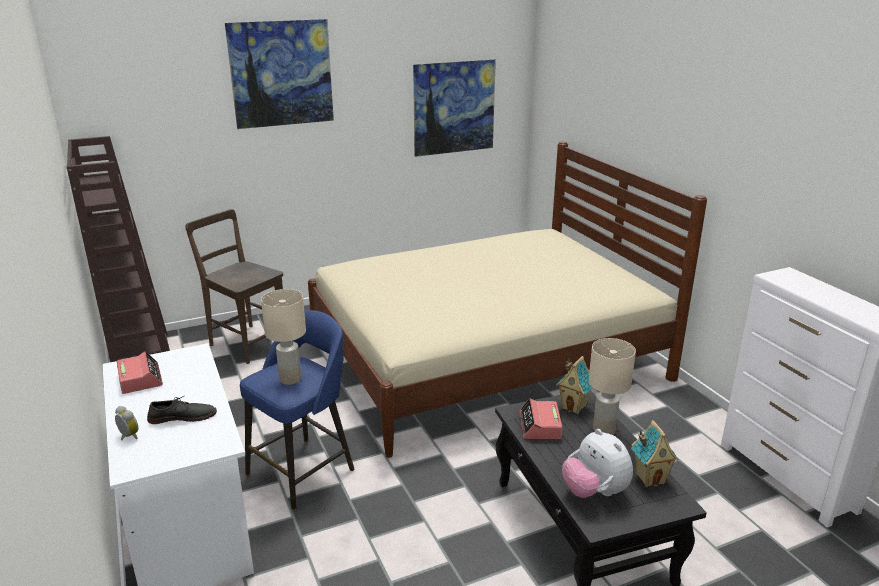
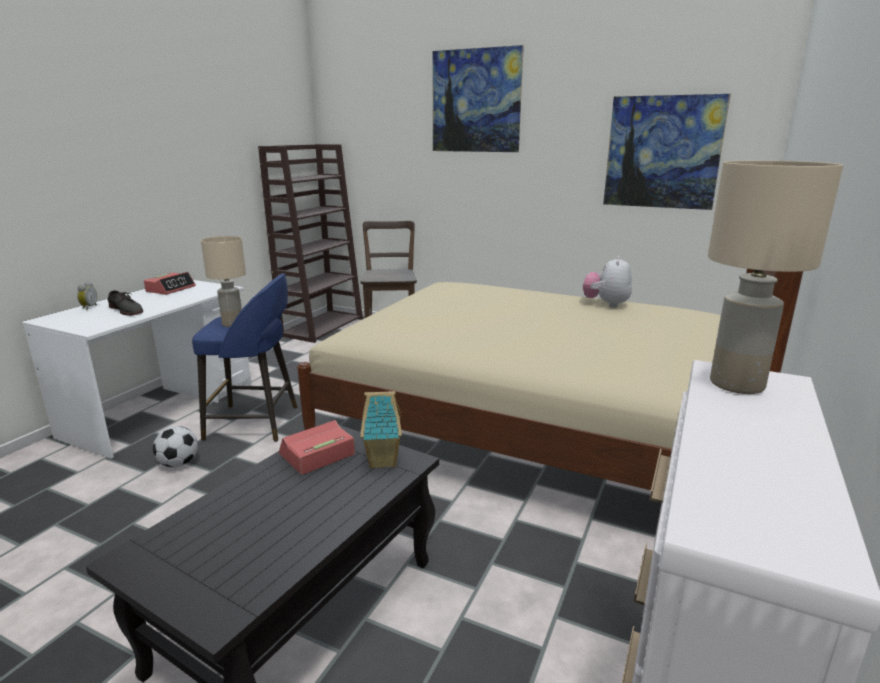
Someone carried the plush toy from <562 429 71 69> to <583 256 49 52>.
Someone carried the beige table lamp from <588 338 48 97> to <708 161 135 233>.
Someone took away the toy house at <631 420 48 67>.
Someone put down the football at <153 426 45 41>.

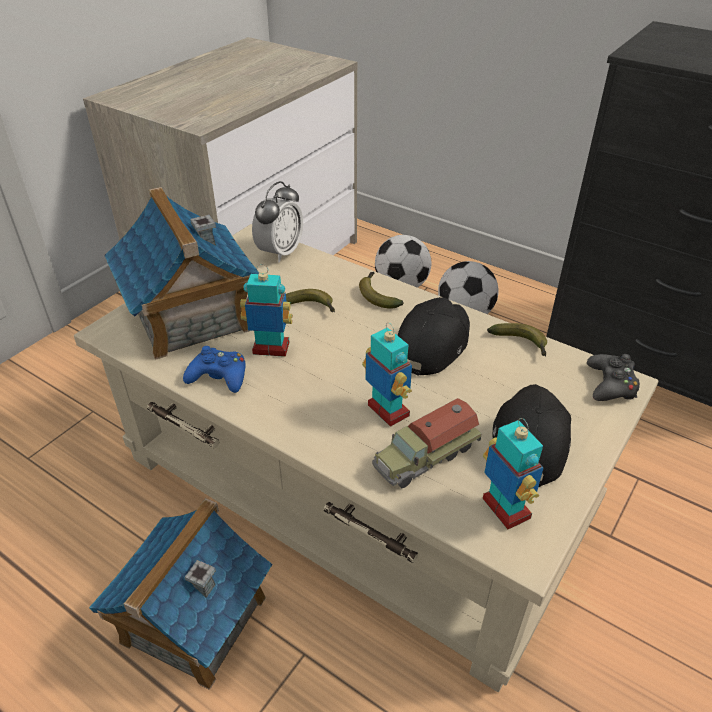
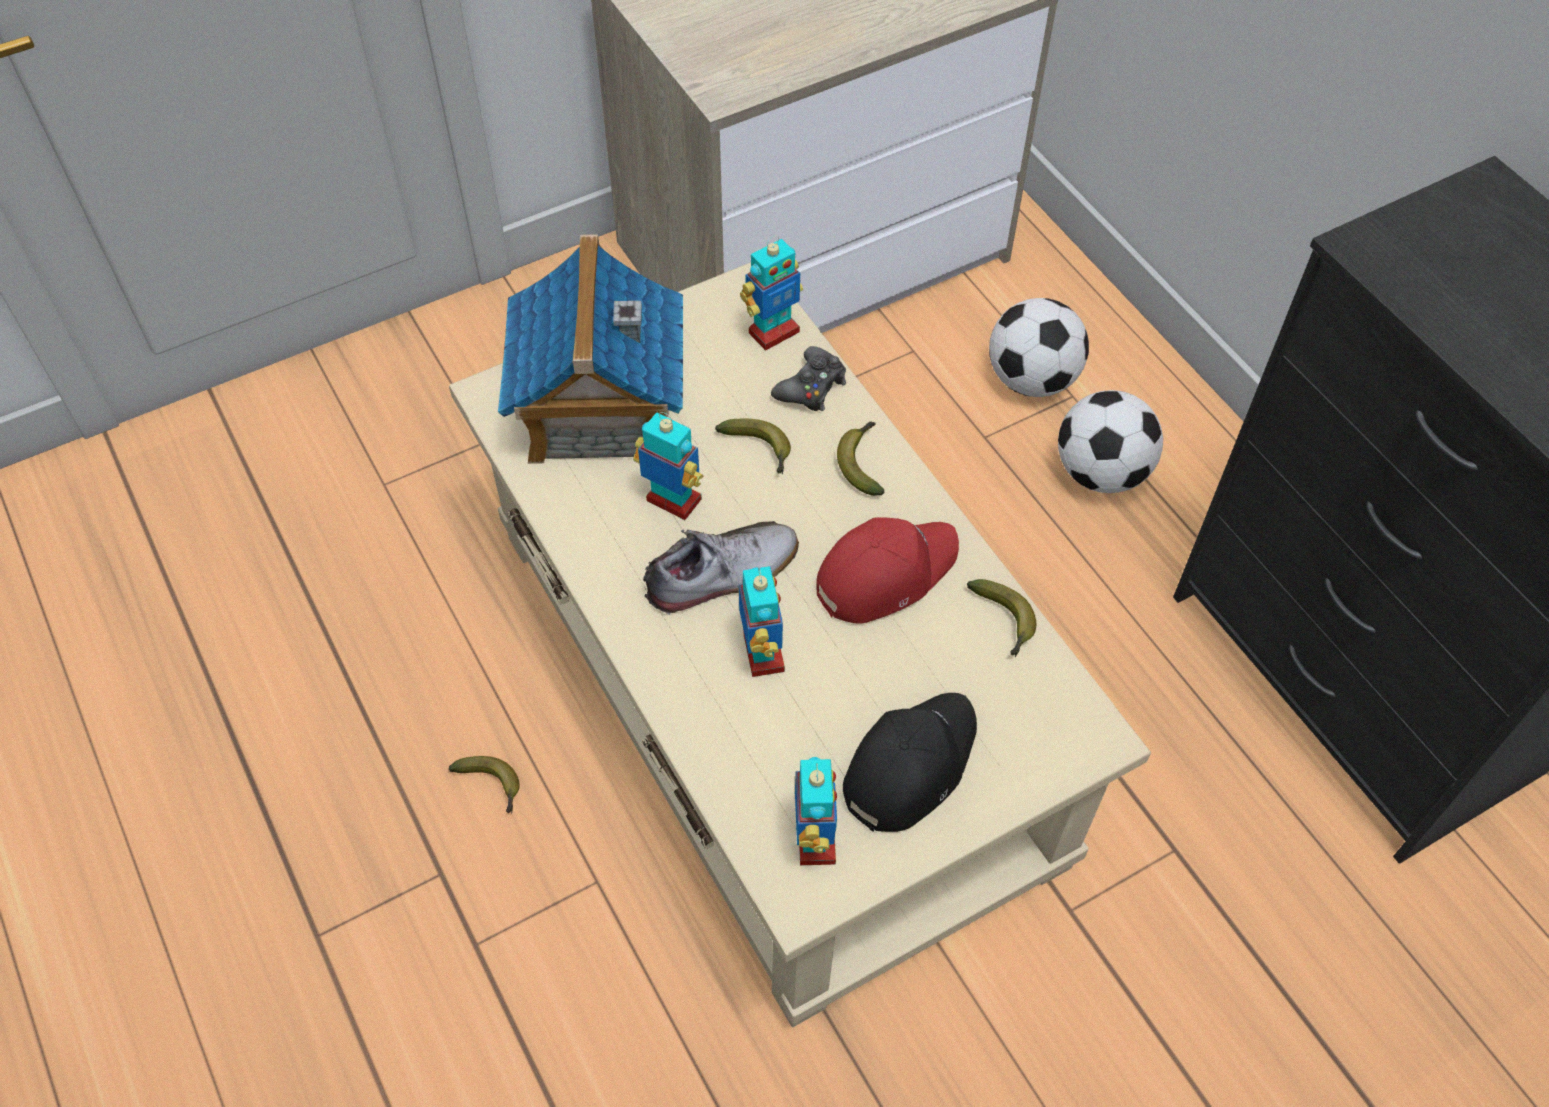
Someone swapped the toy house at <89 498 183 192> for the banana at <448 756 72 57>.
Someone took away the blue game controller at <183 346 63 47>.
Someone swapped the alarm clock at <252 181 51 82> for the toy robot at <740 236 63 115>.
Someone took away the toy truck at <372 398 110 90>.
Someone repainted the black cap at <398 297 72 79>, which became the red cap at <816 517 143 107>.
Someone carried the black game controller from <587 354 53 47> to <771 346 75 65>.
Someone put down the shoe at <643 521 156 93>.

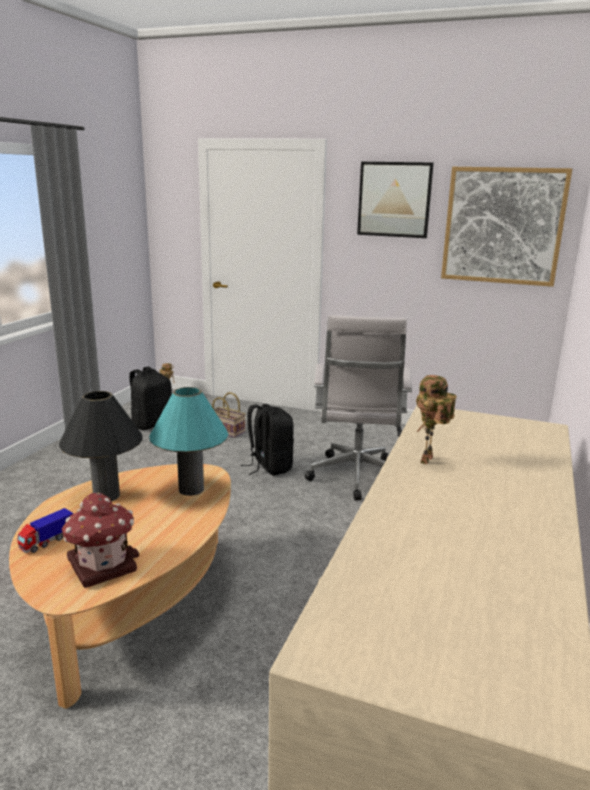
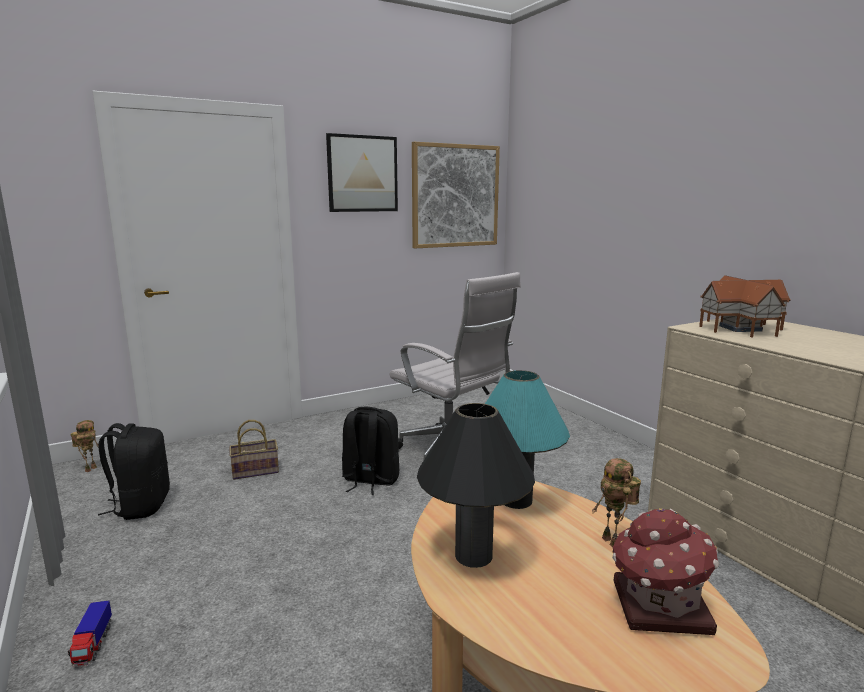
Someone carried the toy truck from <18 508 55 45> to <68 601 44 66>.
Someone carried the toy robot from <416 375 41 89> to <592 458 49 90>.
Someone put down the toy house at <699 275 92 62>.

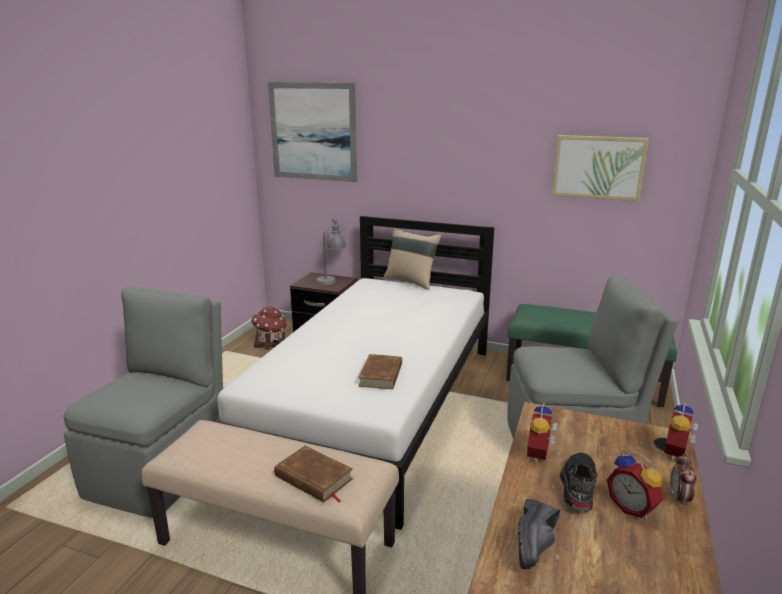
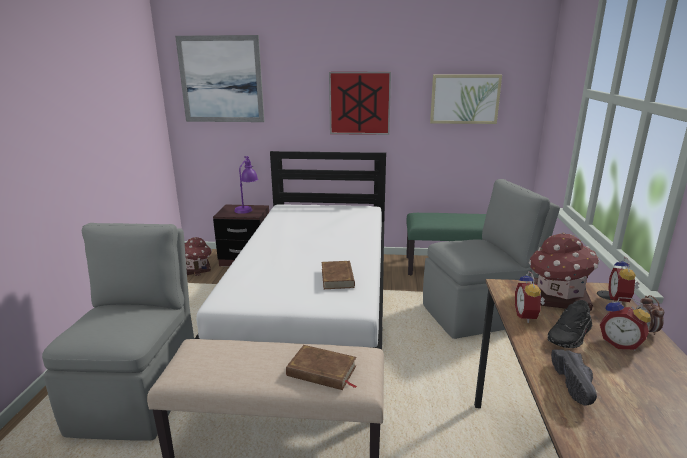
Someone repainted the grey table lamp at <316 220 30 65>, which became the purple table lamp at <234 156 24 58>.
Someone took away the beige pillow at <383 228 59 62>.
Someone rotated the black shoe at <560 453 37 59> by 135 degrees counterclockwise.
Someone put up the picture at <329 72 62 63>.
Someone put down the toy house at <529 232 71 79>.

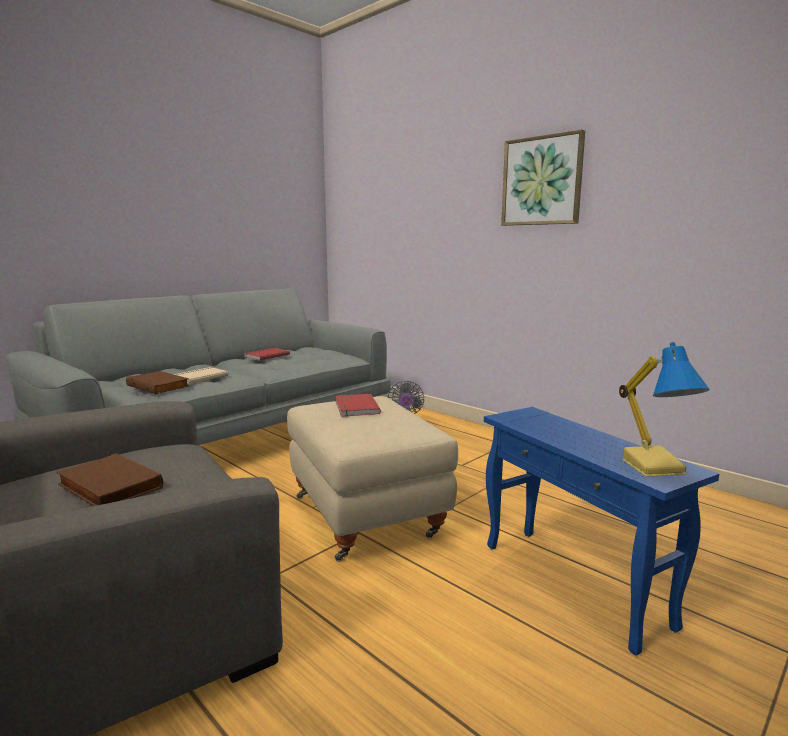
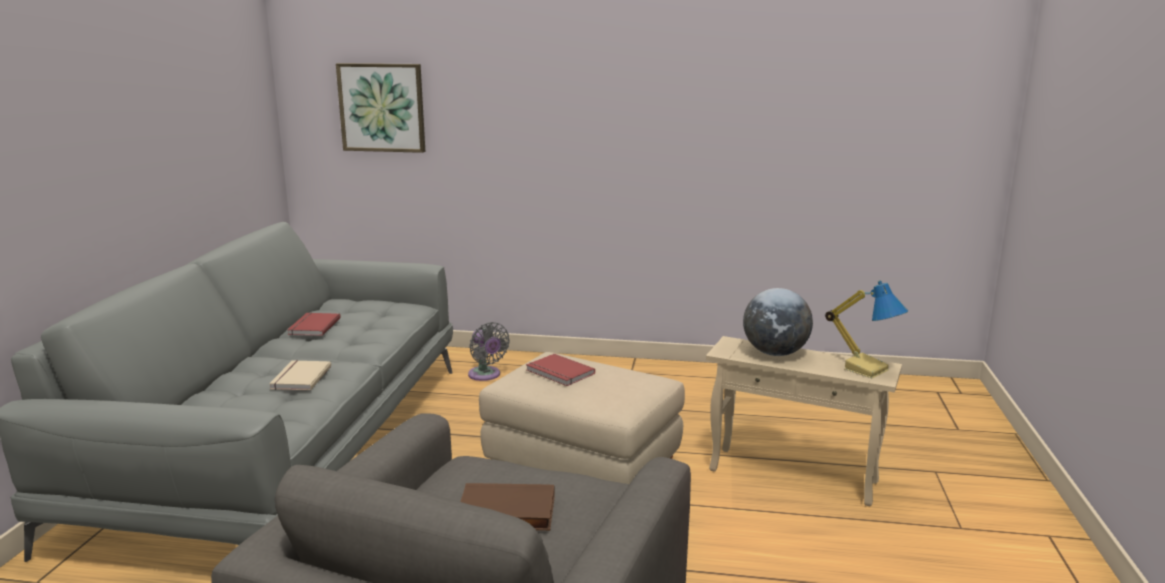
Someone took away the brown book at <126 371 63 23>.
Someone repainted the blue side table at <484 407 235 249>, which became the beige side table at <706 336 196 170>.
Someone carried the picture from <501 129 84 97> to <336 63 89 90>.
Someone put down the globe at <743 288 70 68>.

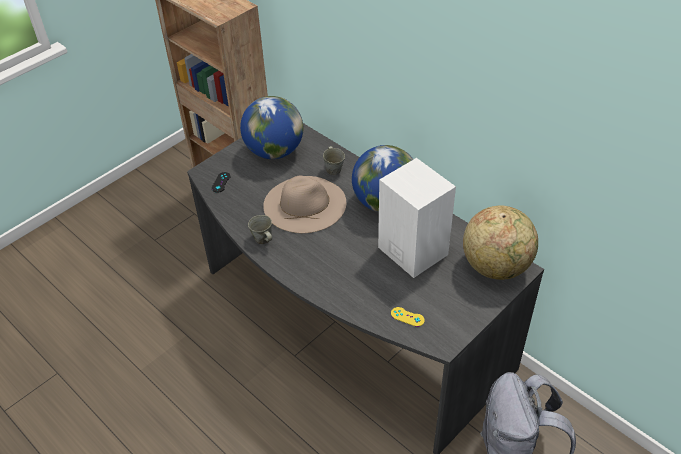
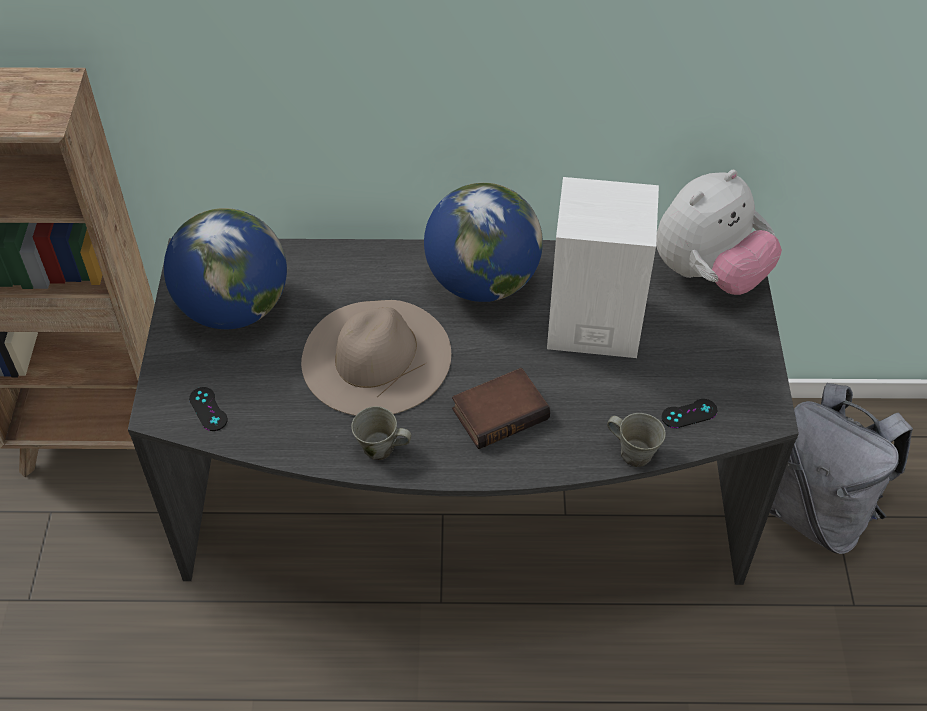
Someone carried the grey mug from <323 146 22 29> to <607 413 59 54>.
Someone repainted the yellow game controller at <391 307 34 20>, which became the black game controller at <662 399 55 29>.
Someone swapped the globe at <463 206 75 74> for the plush toy at <656 170 126 125>.
Someone put down the book at <452 368 98 81>.

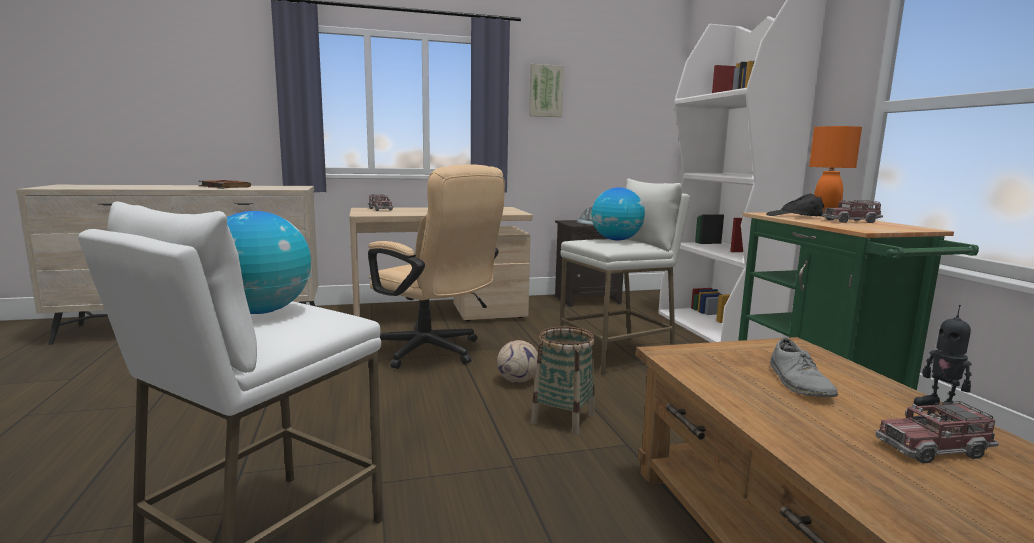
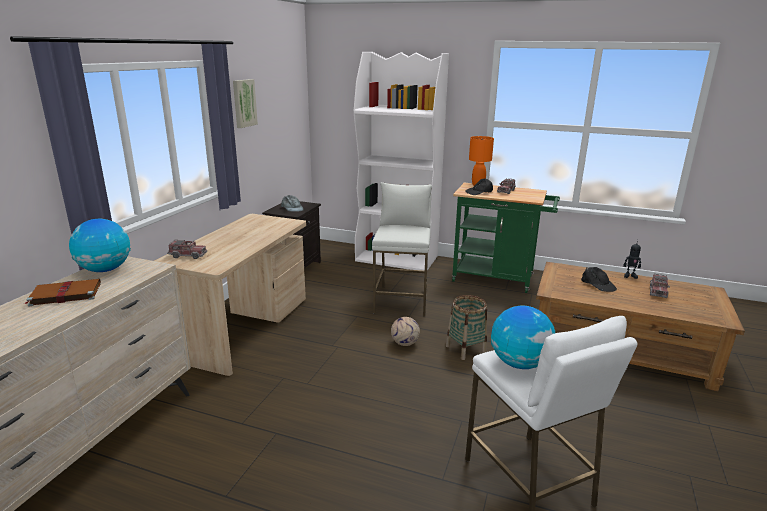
Someone took away the beige office chair at <368 164 137 205>.
Someone carried the globe from <591 187 54 54> to <69 219 62 53>.
Someone swapped the grey shoe at <770 338 68 59> for the black cap at <581 267 36 25>.

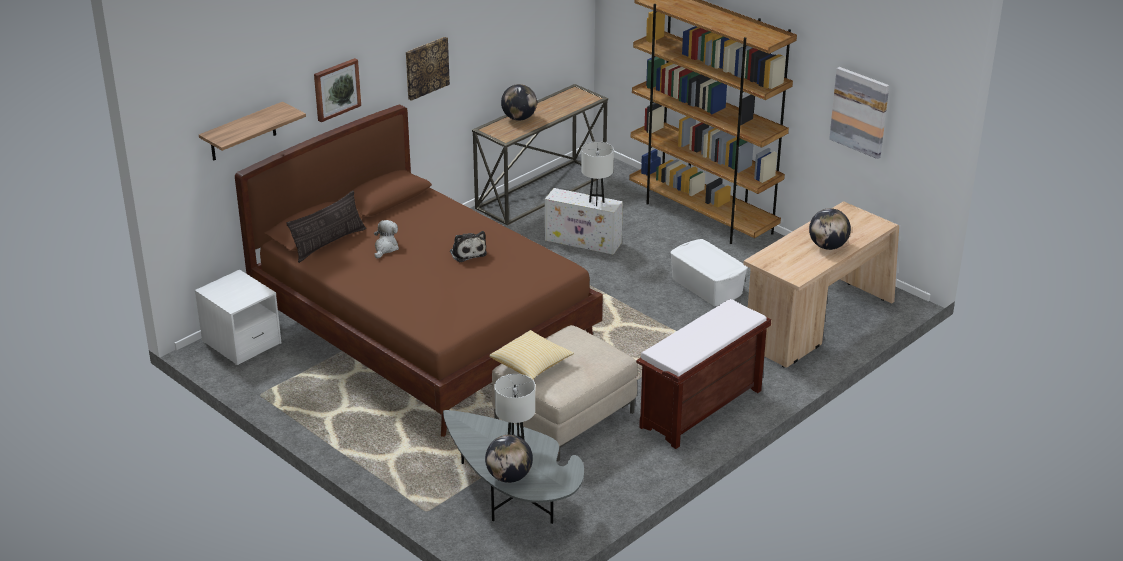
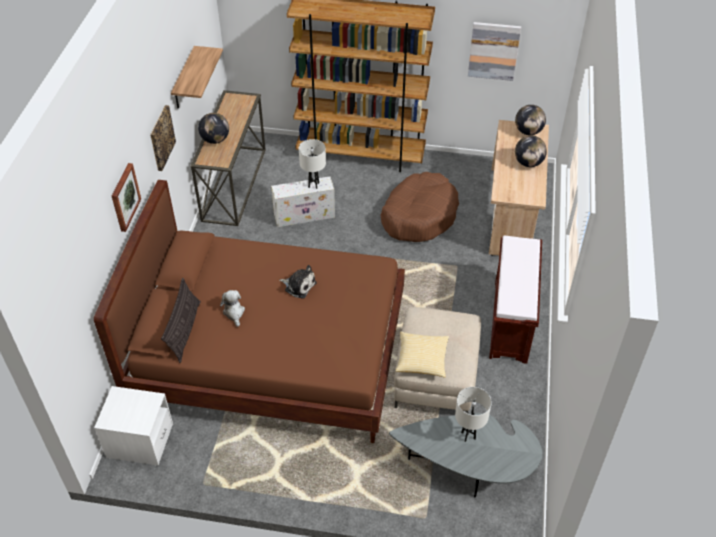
Someone carried the shelf from <199 102 107 59> to <171 46 52 62>.
Someone carried the globe from <485 435 48 48> to <515 105 31 30>.
Someone swapped the white storage box at <670 239 78 67> for the brown dog bed at <380 172 79 70>.

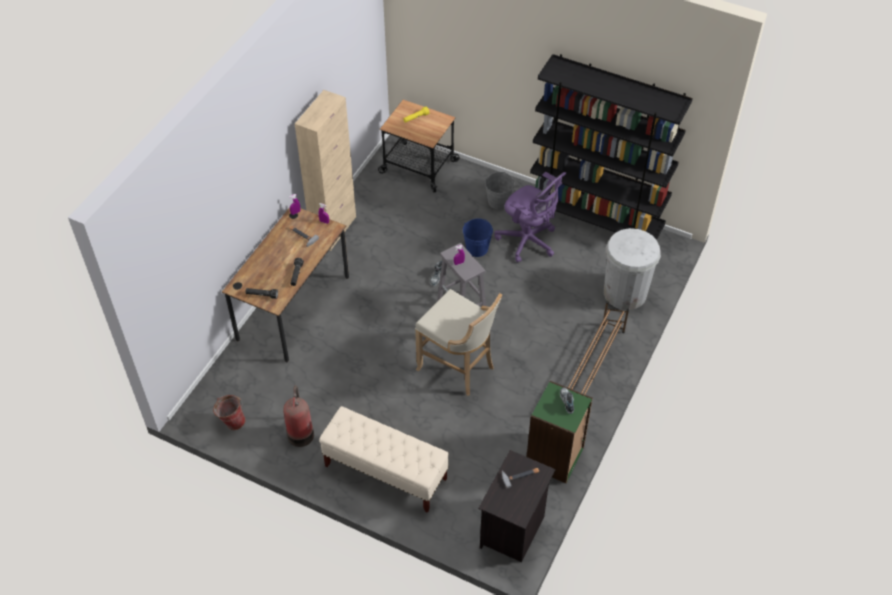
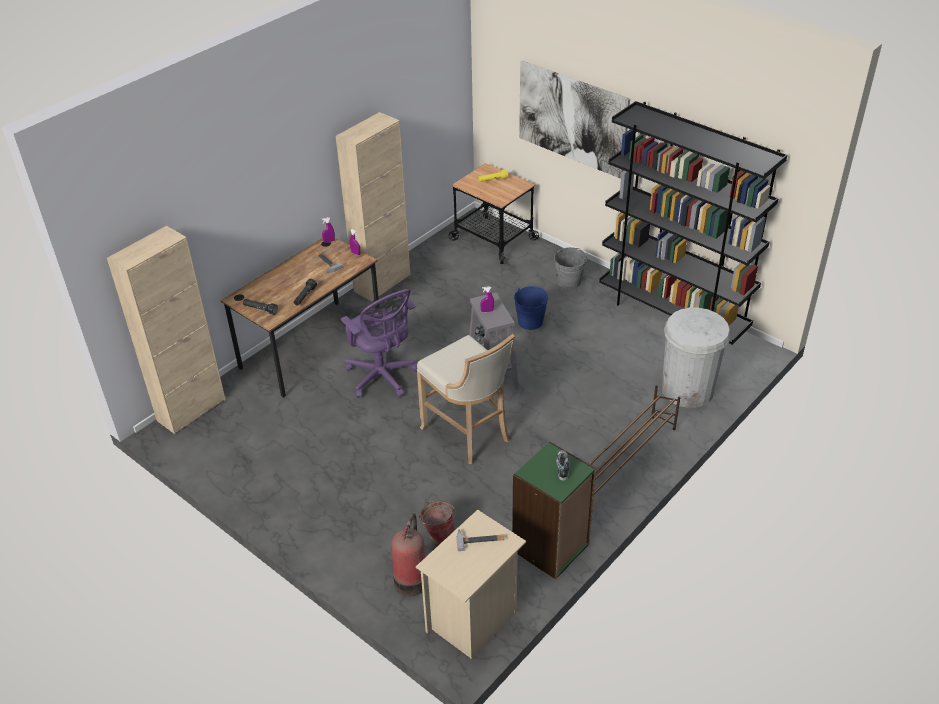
Someone carried the bucket from <213 395 33 35> to <419 501 37 45>.
Someone carried the fire extinguisher from <283 385 31 62> to <391 513 35 83>.
Someone took away the beige bench at <319 406 130 107>.
Someone repainted the black nightstand at <478 450 78 112>, which became the beige nightstand at <416 510 110 149>.
Someone carried the purple office chair from <495 172 71 91> to <341 289 76 109>.
Someone put down the beige cabinet at <107 226 119 208>.
Someone put up the picture at <519 61 111 118>.

